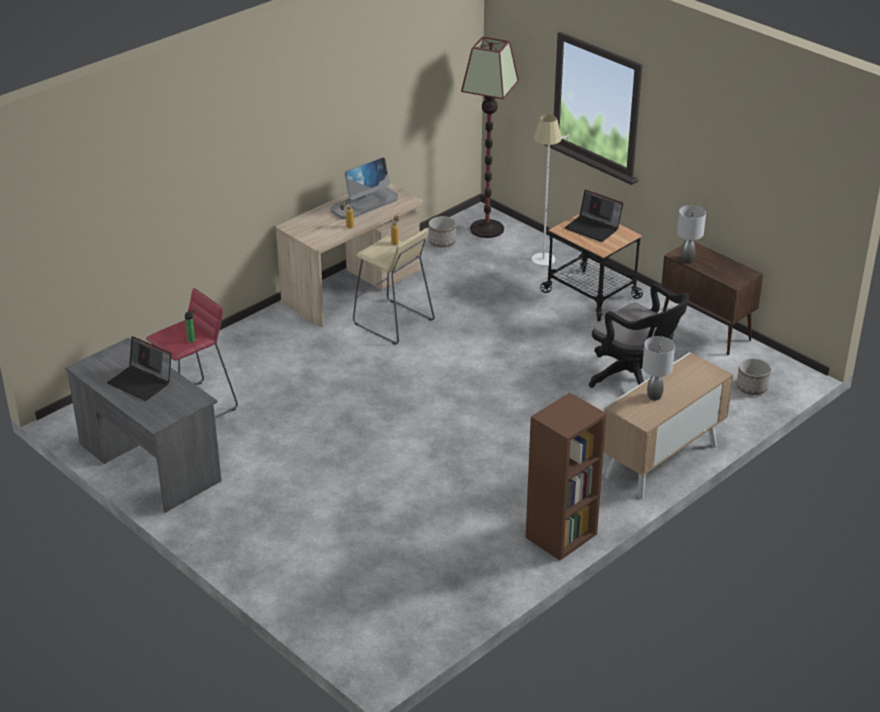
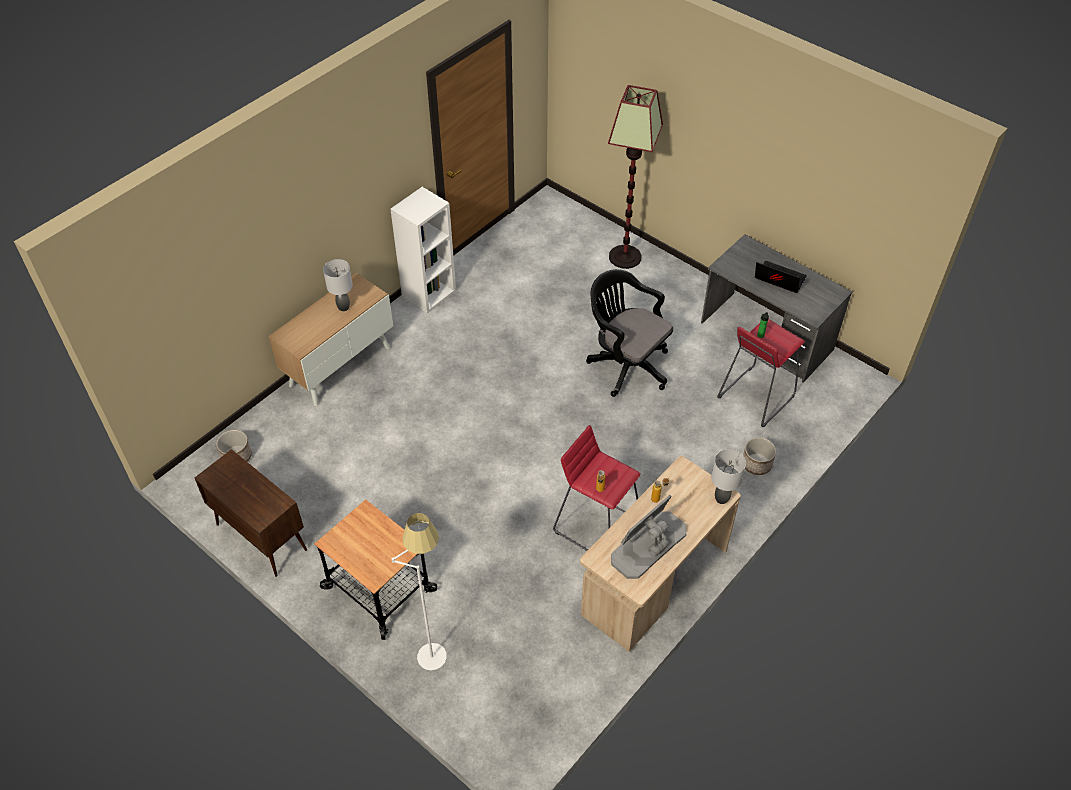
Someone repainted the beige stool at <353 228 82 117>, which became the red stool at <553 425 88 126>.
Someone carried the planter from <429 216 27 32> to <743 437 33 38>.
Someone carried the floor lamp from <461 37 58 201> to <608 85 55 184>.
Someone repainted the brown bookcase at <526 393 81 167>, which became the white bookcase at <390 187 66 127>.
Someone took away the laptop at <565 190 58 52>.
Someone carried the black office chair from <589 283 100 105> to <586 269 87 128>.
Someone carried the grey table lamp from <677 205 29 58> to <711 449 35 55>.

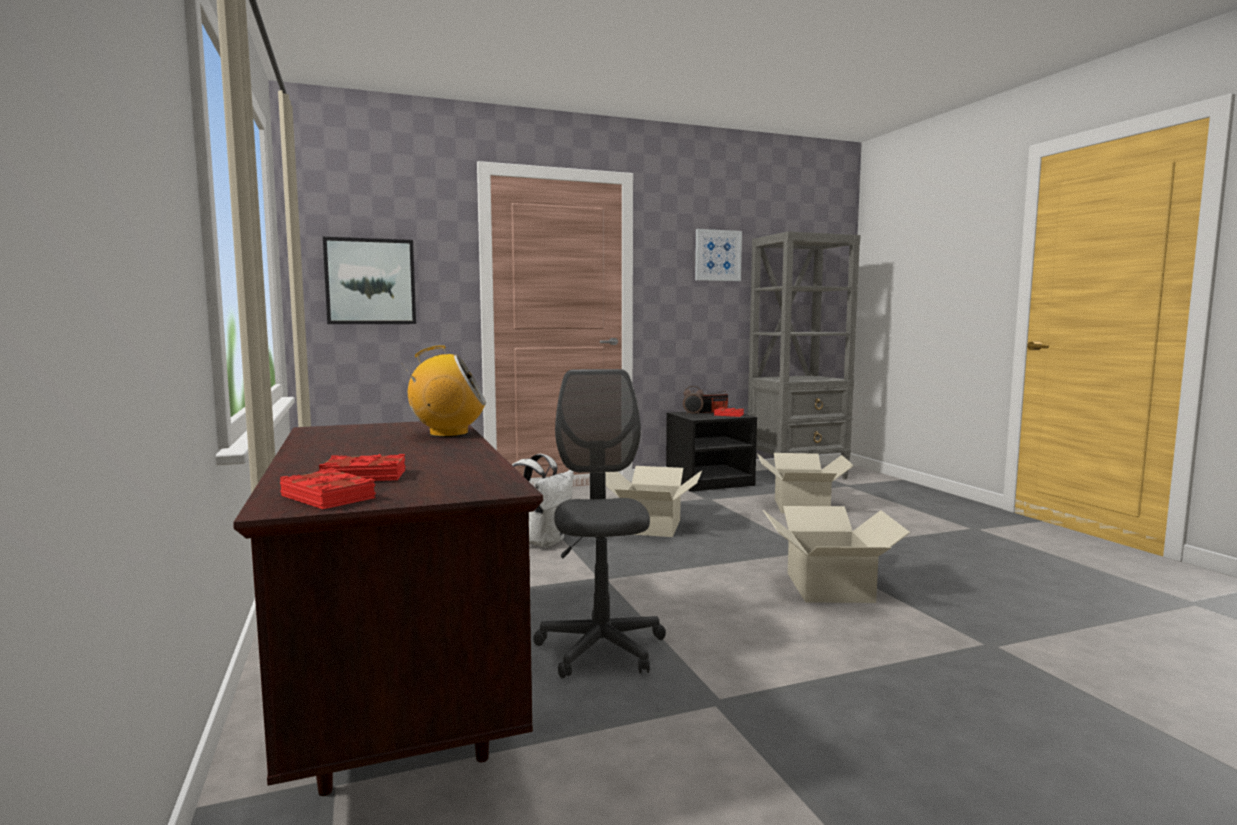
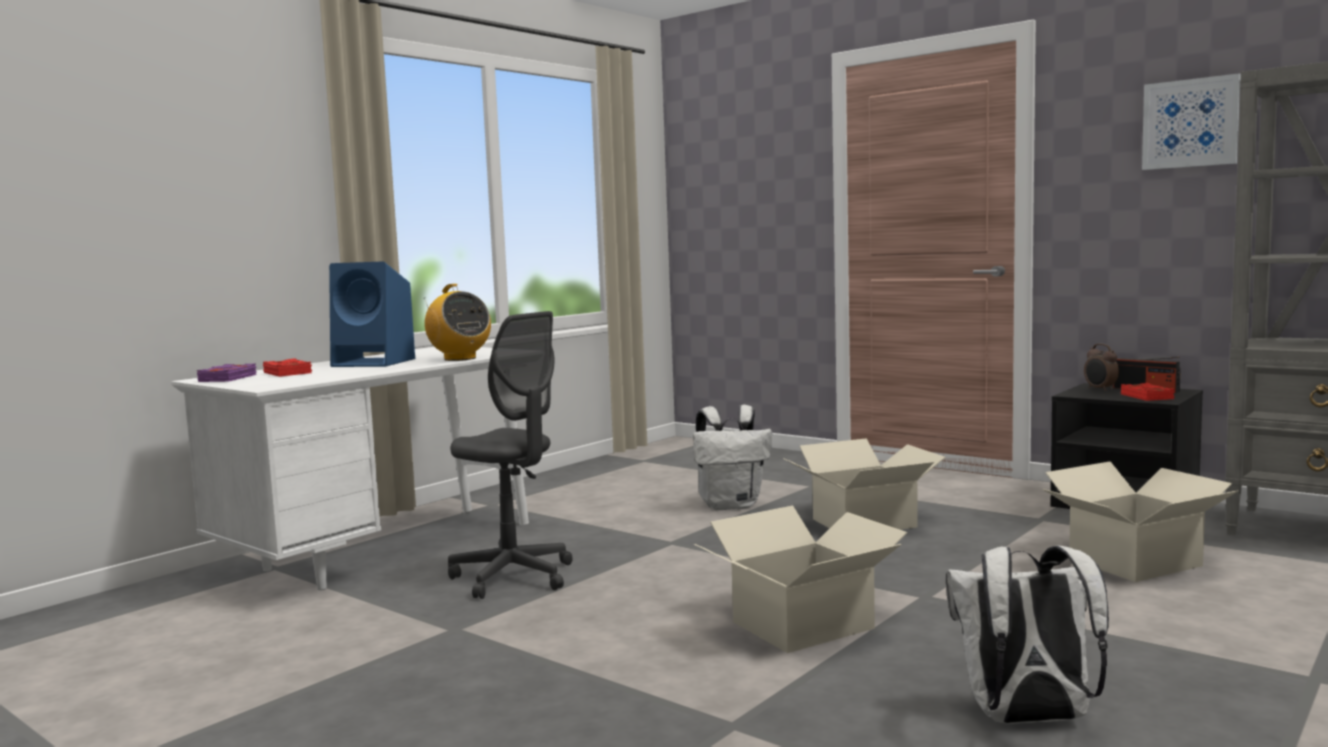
Someone repainted the brown desk at <234 421 309 375>, which became the white desk at <171 347 358 244>.
Someone repainted the red book at <280 468 96 41>, which became the purple book at <197 363 60 19>.
Someone took away the picture at <323 237 93 87>.
Someone rotated the grey office chair at <534 369 132 310> by 75 degrees clockwise.
Someone put down the blue speaker at <329 261 86 106>.
Someone put down the white backpack at <945 545 164 179>.

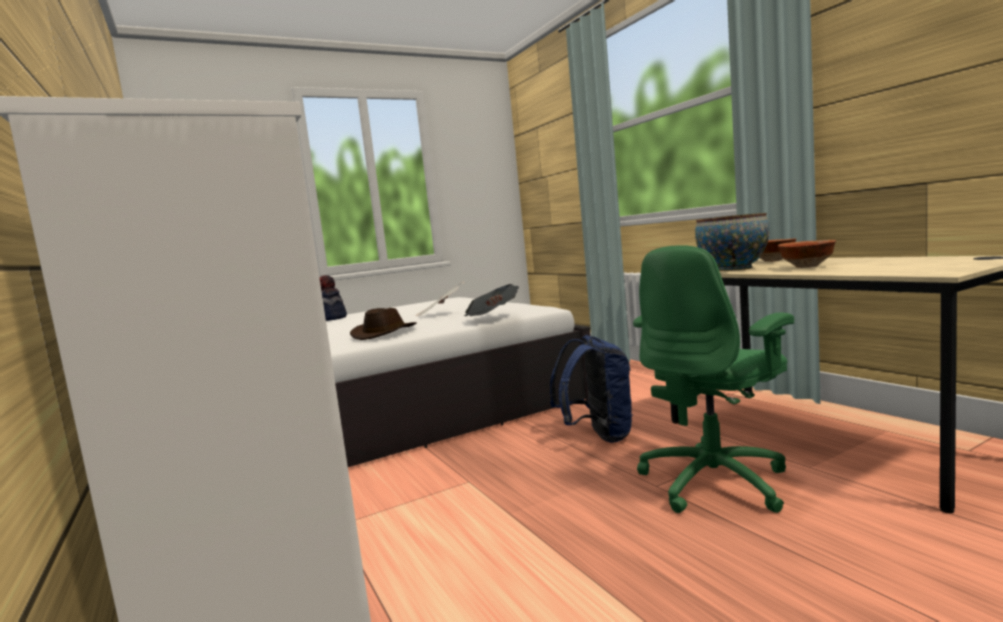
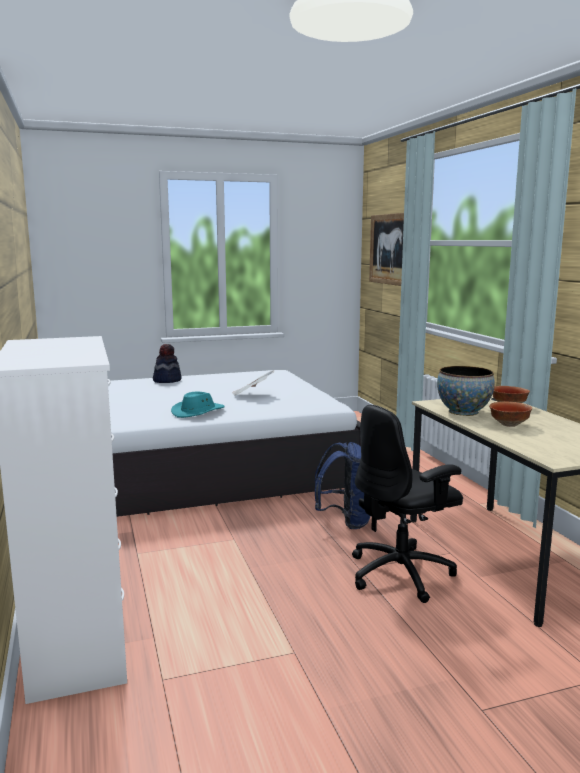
Someone repainted the brown hat at <350 308 67 32>, which became the turquoise hat at <171 392 54 26>.
Someone took away the newspaper at <464 284 55 32>.
Someone repainted the green office chair at <633 245 161 268>, which became the black office chair at <352 405 111 198>.
Someone put up the picture at <369 213 35 73>.

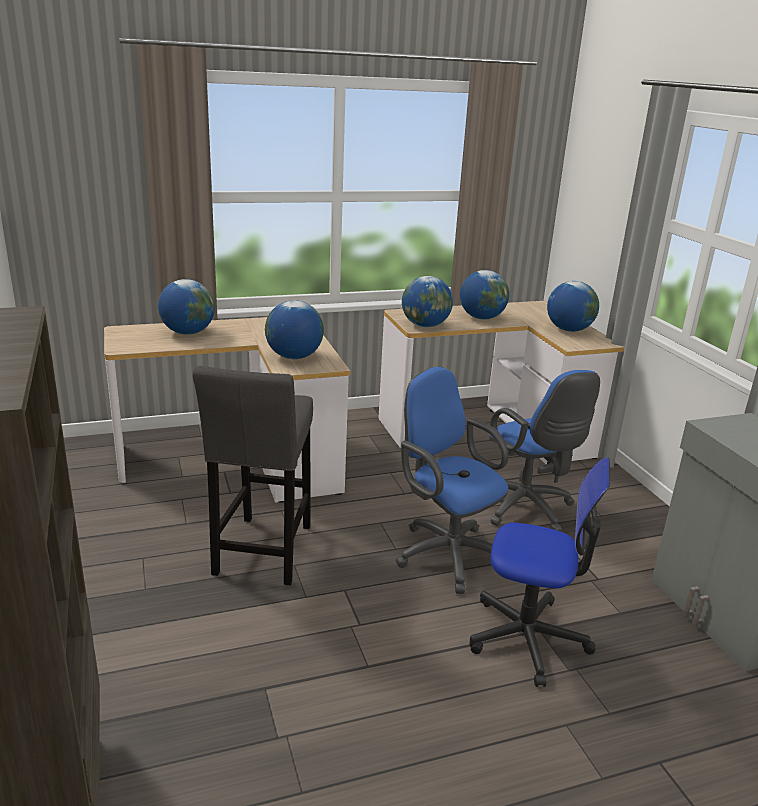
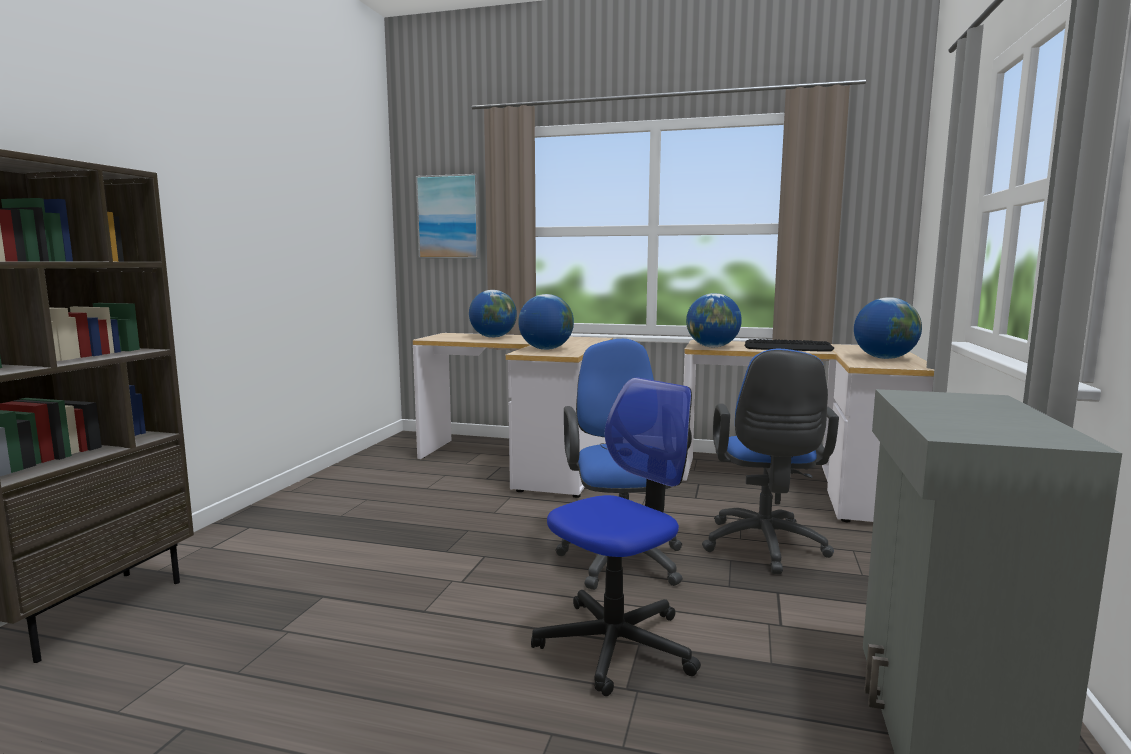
Someone took away the grey stool at <193 366 120 219>.
Someone swapped the globe at <460 270 49 50> for the keyboard at <744 339 90 12>.
Someone rotated the office chair at <469 457 141 230> by 90 degrees counterclockwise.
Someone put up the picture at <416 174 64 84>.

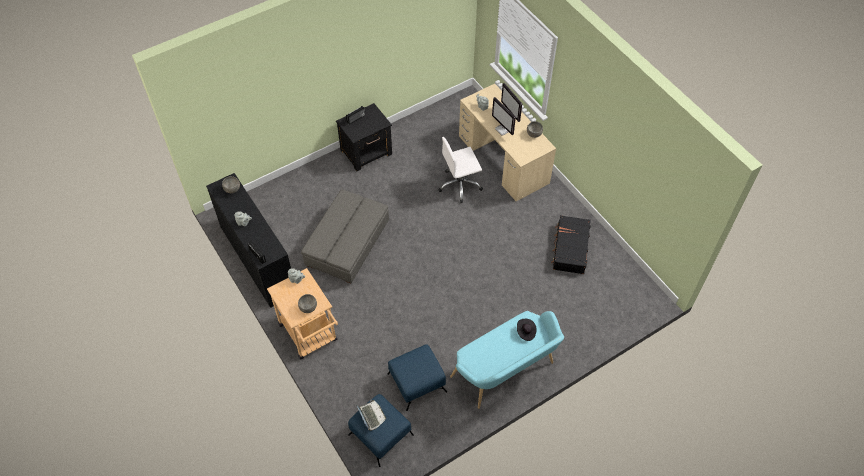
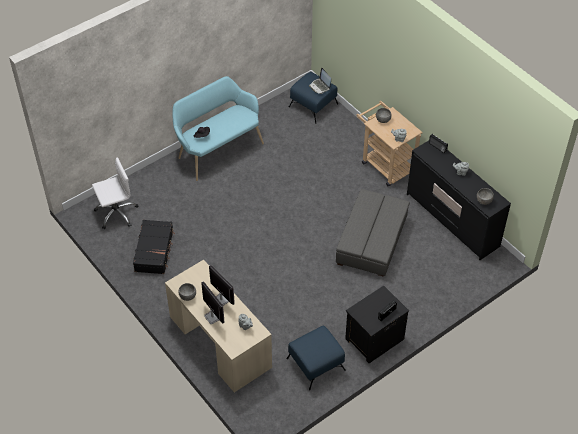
Someone carried the blue ottoman from <388 344 59 67> to <287 326 59 64>.
Someone carried the white office chair from <438 137 45 66> to <92 157 46 72>.

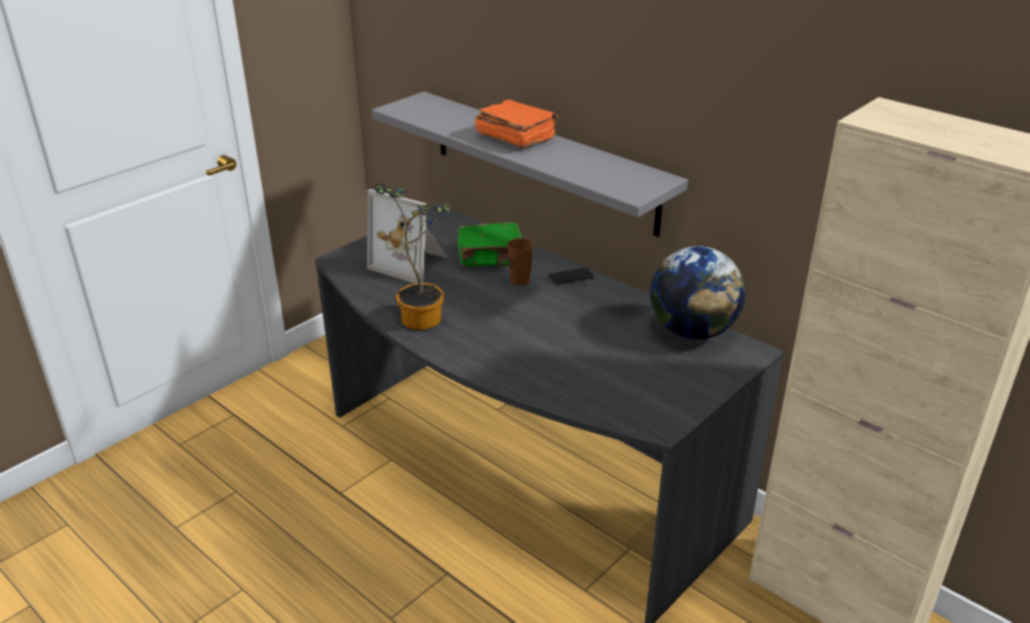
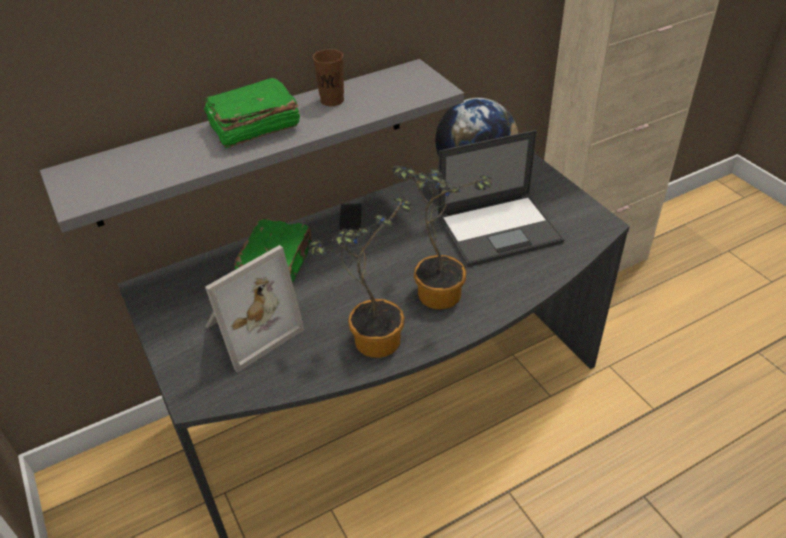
Someone repainted the orange book at <475 99 84 49>, which became the green book at <204 78 96 70>.
Someone carried the brown cup from <507 238 26 48> to <313 49 31 57>.
Someone put down the potted plant at <392 166 100 143>.
Someone put down the laptop at <437 130 128 137>.

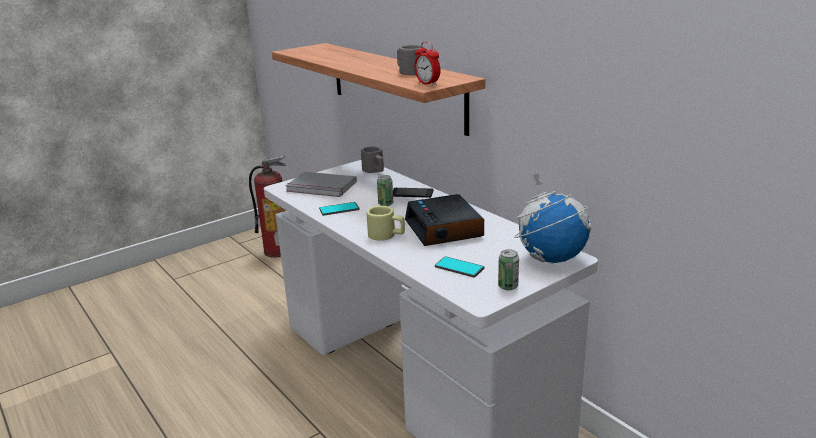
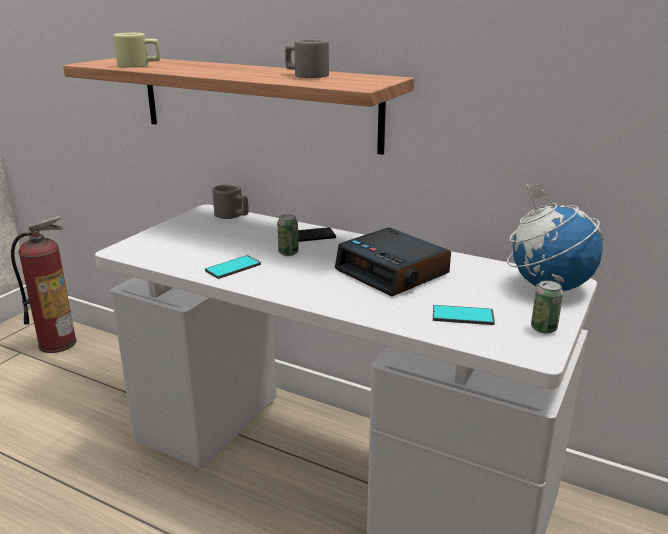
Someone took away the grey book at <286 172 71 25>.
Someone carried the beige mug from <367 206 38 35> to <113 33 47 35>.
Someone took away the alarm clock at <414 42 27 44>.

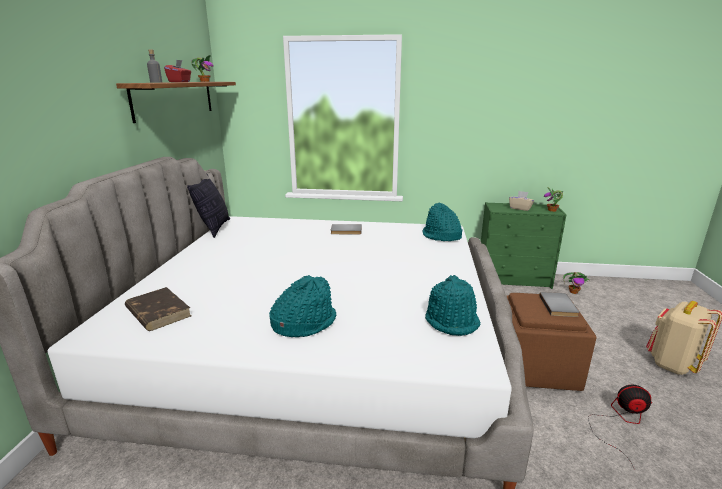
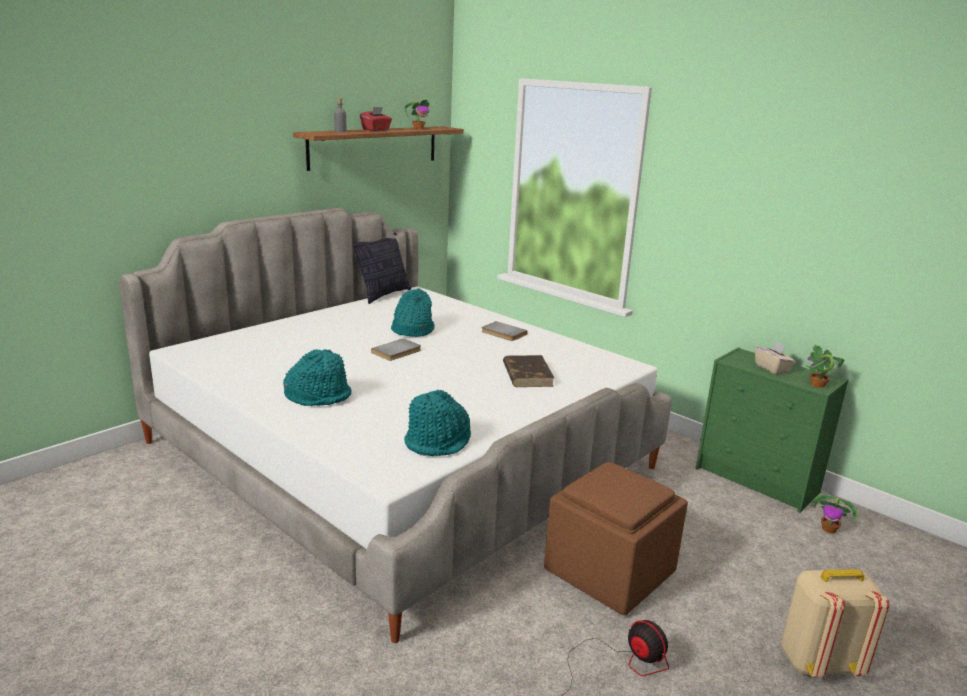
Someone carried the brown book from <125 287 66 44> to <503 355 51 32>.
Someone carried the turquoise hat from <423 203 40 38> to <391 288 44 49>.
Someone carried the grey book from <539 292 41 25> to <371 338 50 23>.

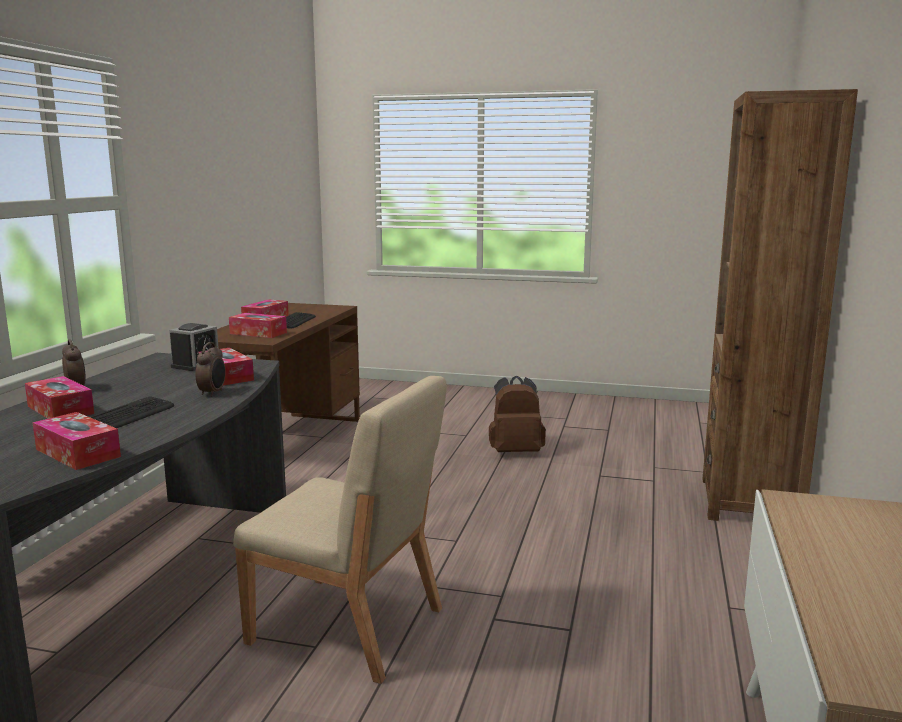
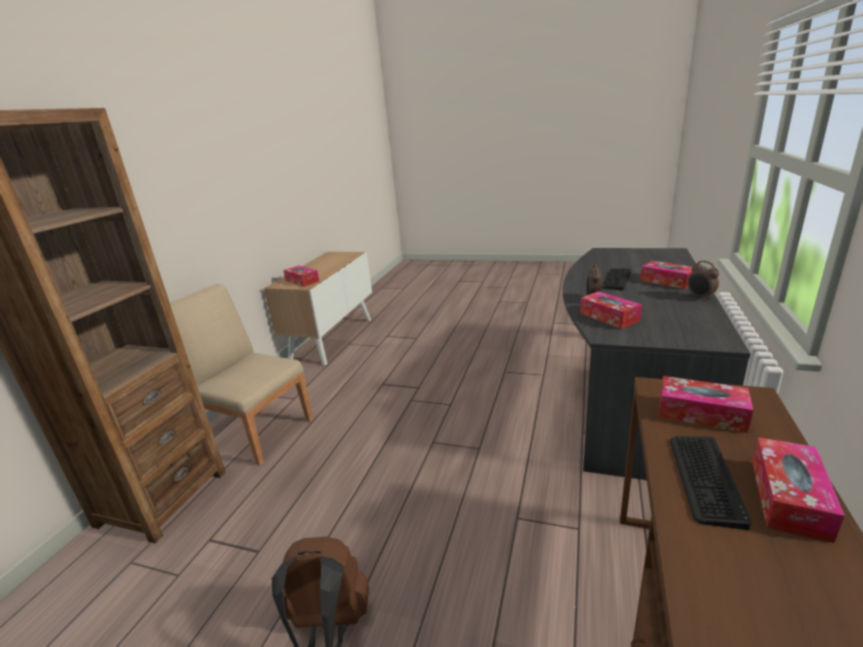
Someone carried the tissue box from <32 412 89 58> to <283 265 36 22>.
Someone took away the alarm clock at <169 323 50 48>.
Someone carried the beige chair from <233 376 214 308> to <170 284 143 182>.

